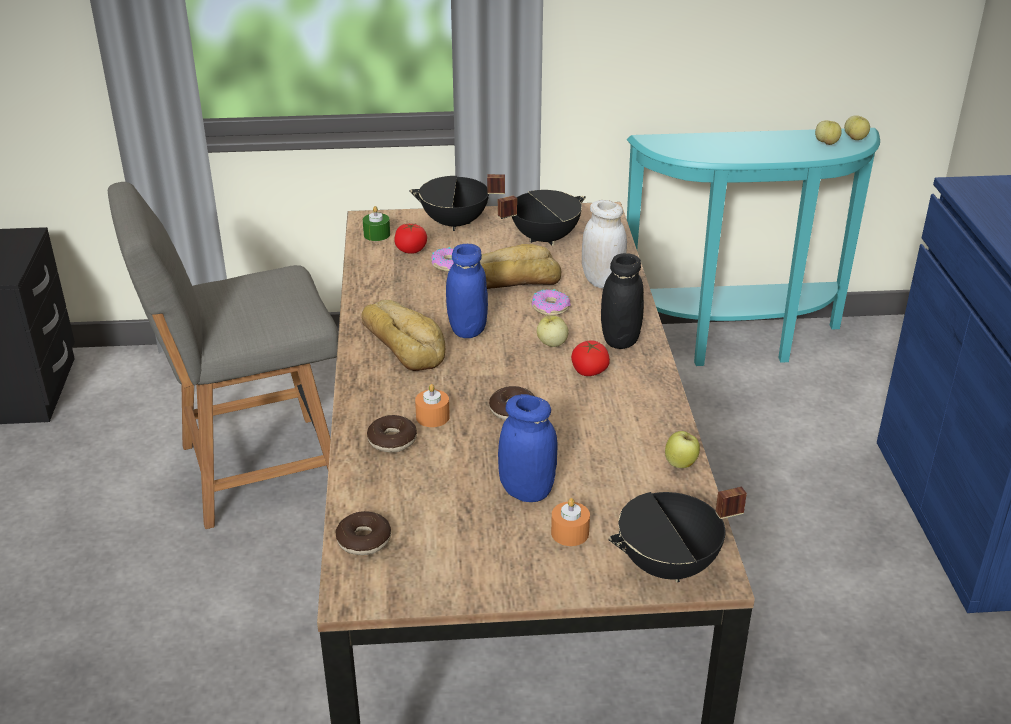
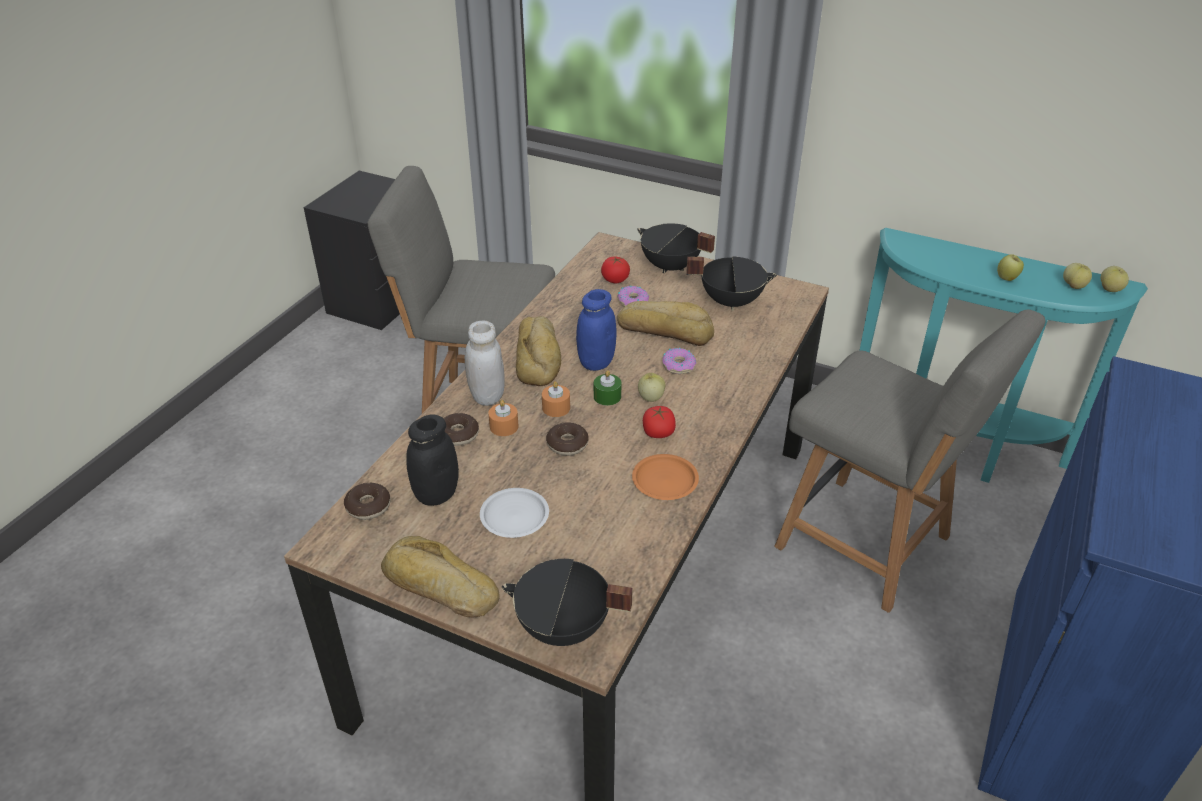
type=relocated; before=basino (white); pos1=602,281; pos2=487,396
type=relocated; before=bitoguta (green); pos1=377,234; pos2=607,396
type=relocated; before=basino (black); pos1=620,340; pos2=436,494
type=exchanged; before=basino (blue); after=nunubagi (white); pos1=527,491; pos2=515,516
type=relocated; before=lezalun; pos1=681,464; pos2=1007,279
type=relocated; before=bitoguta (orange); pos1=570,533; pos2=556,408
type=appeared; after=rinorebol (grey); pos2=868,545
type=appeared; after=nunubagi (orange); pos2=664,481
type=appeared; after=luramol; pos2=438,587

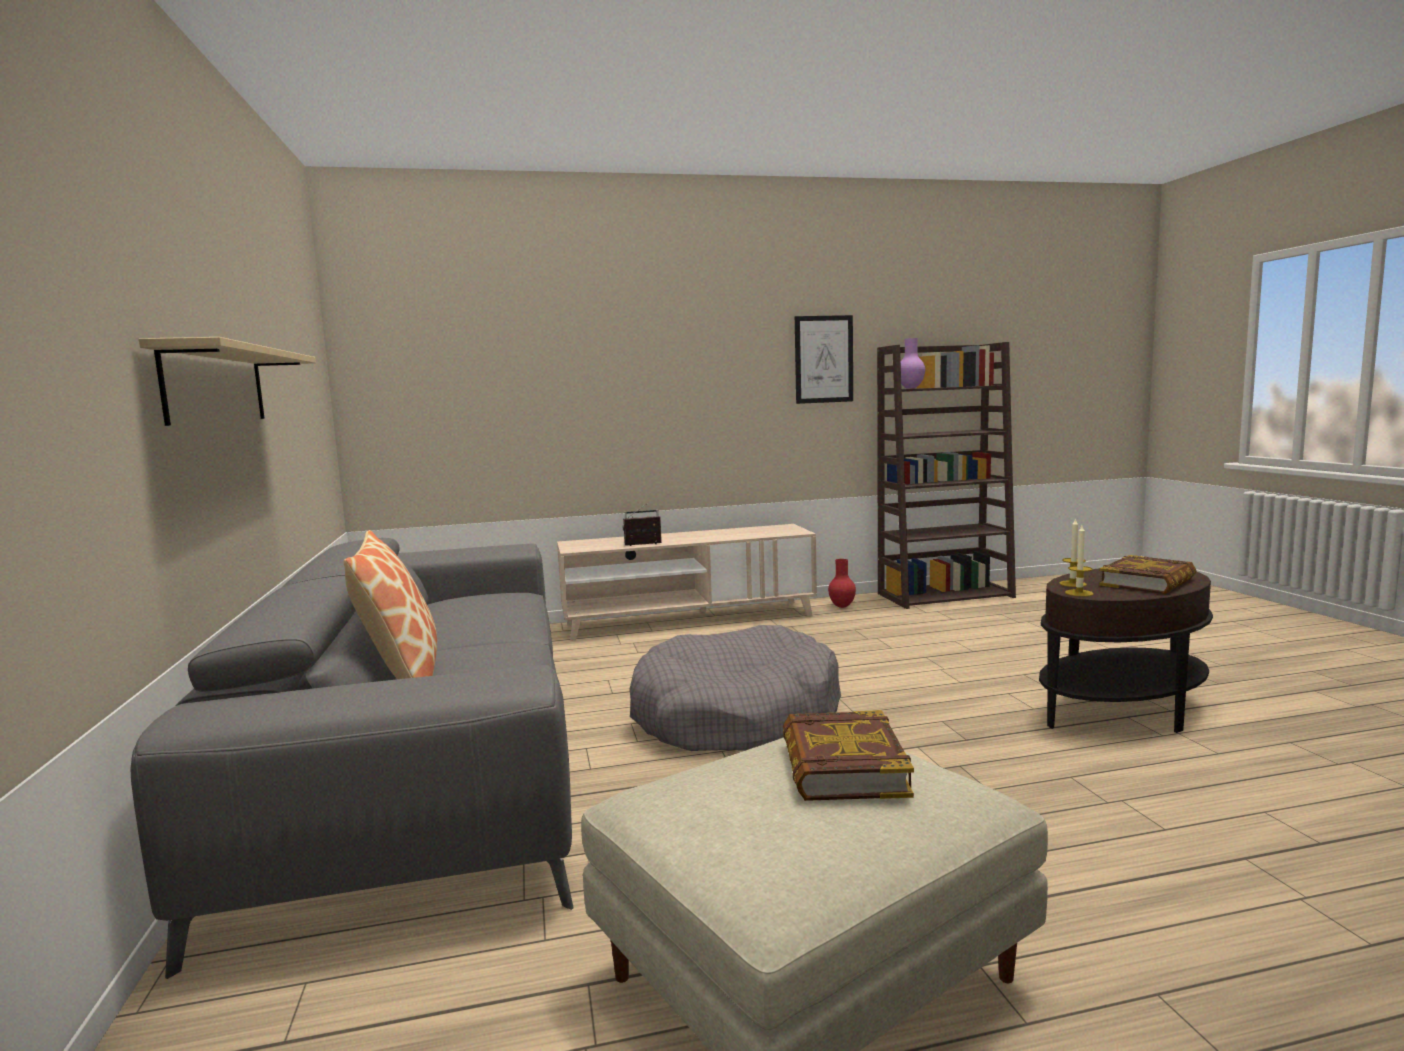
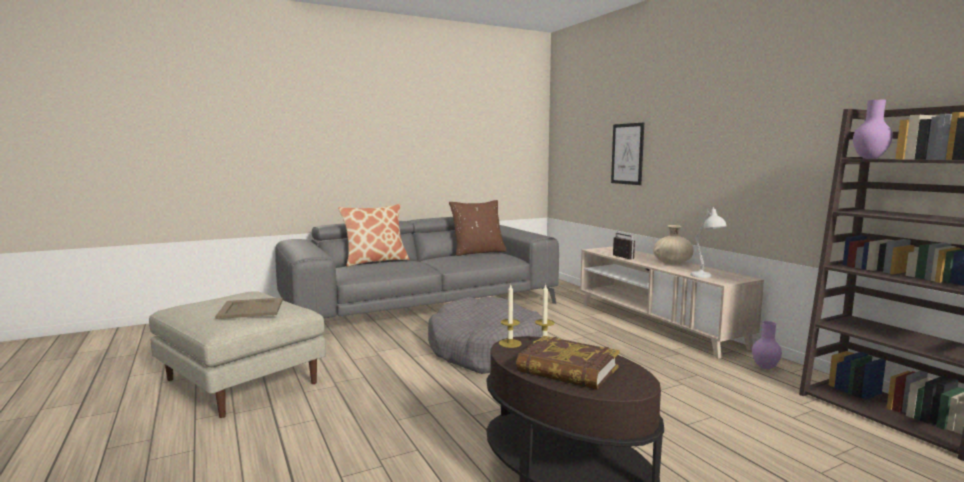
type=relocated; before=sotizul; pos1=824,359; pos2=627,154
type=missing; before=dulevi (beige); pos1=216,386
type=colour; before=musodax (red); after=musodax (purple); pos1=841,606; pos2=764,367
type=exchanged; before=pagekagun; after=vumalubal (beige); pos1=842,766; pos2=251,308
type=appeared; after=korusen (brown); pos2=478,252
type=appeared; after=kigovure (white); pos2=705,277
type=appeared; after=musodax (beige); pos2=672,263

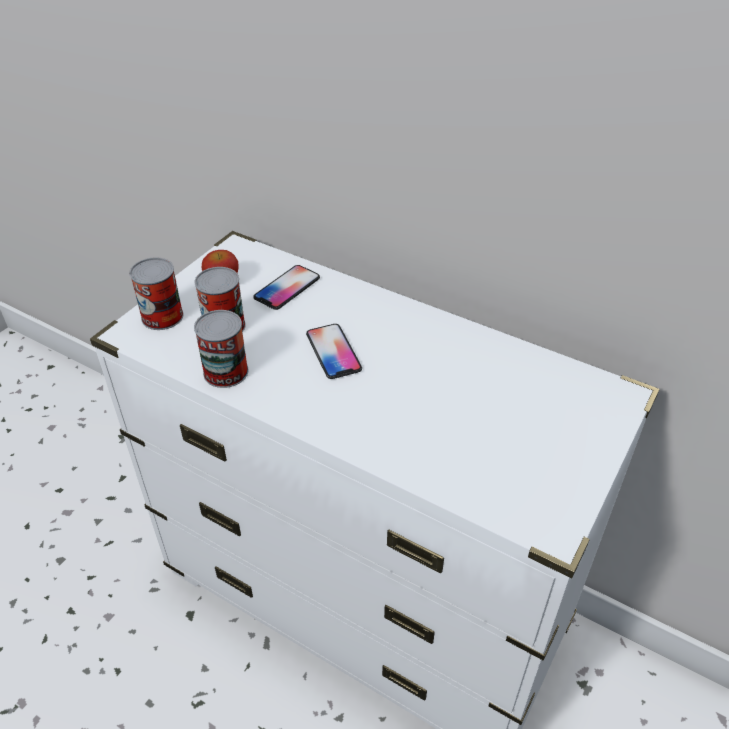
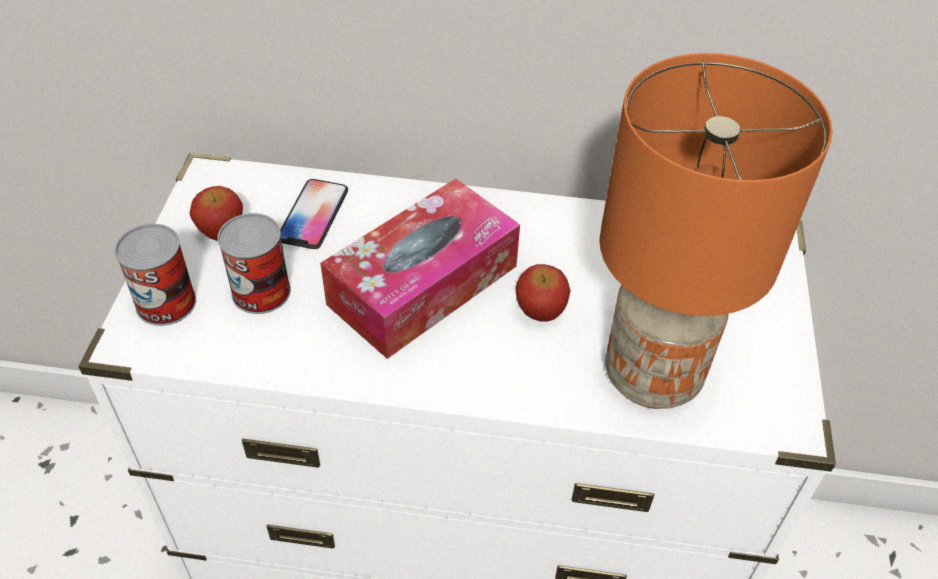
type=missing; before=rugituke; pos1=226,372
type=exchanged; before=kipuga; after=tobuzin; pos1=333,352; pos2=423,285
type=appeared; after=kigovure (orange); pos2=654,375
type=appeared; after=lezalun; pos2=540,310

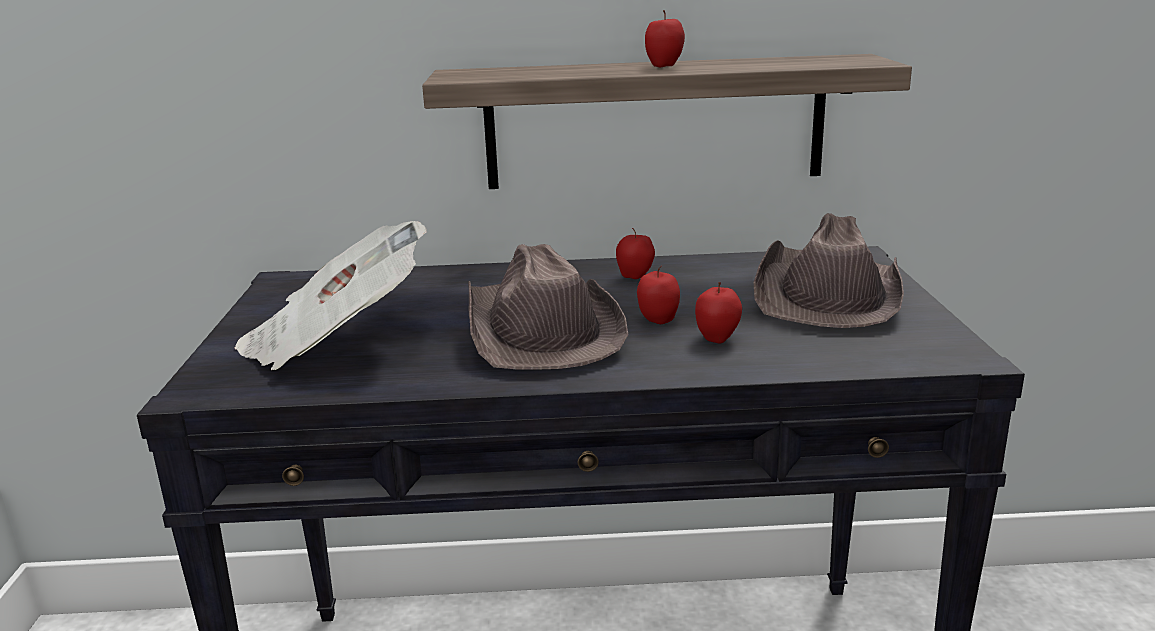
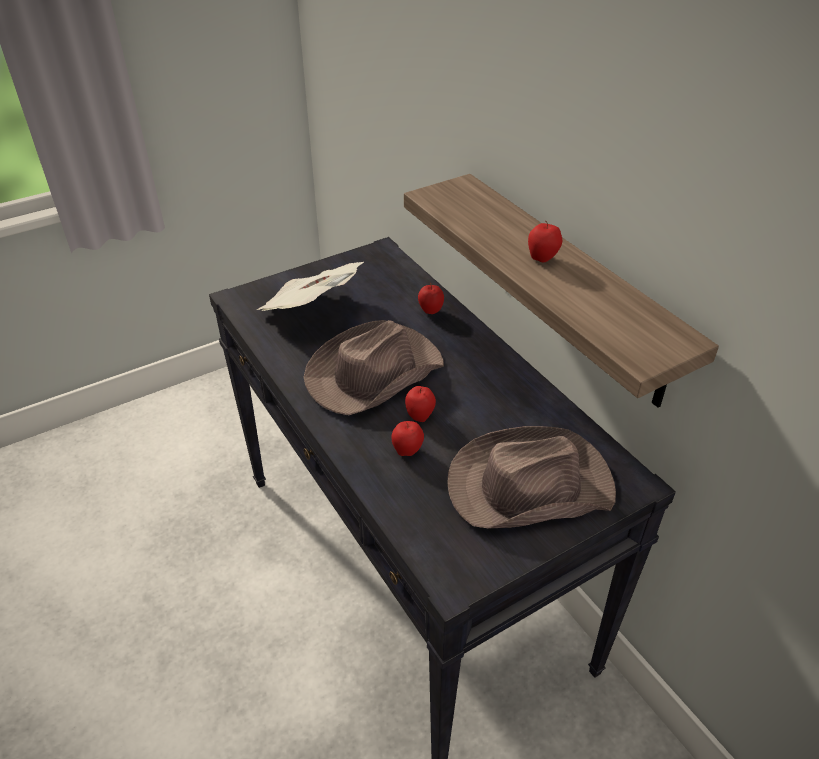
type=relocated; before=lezalun; pos1=635,277; pos2=430,311

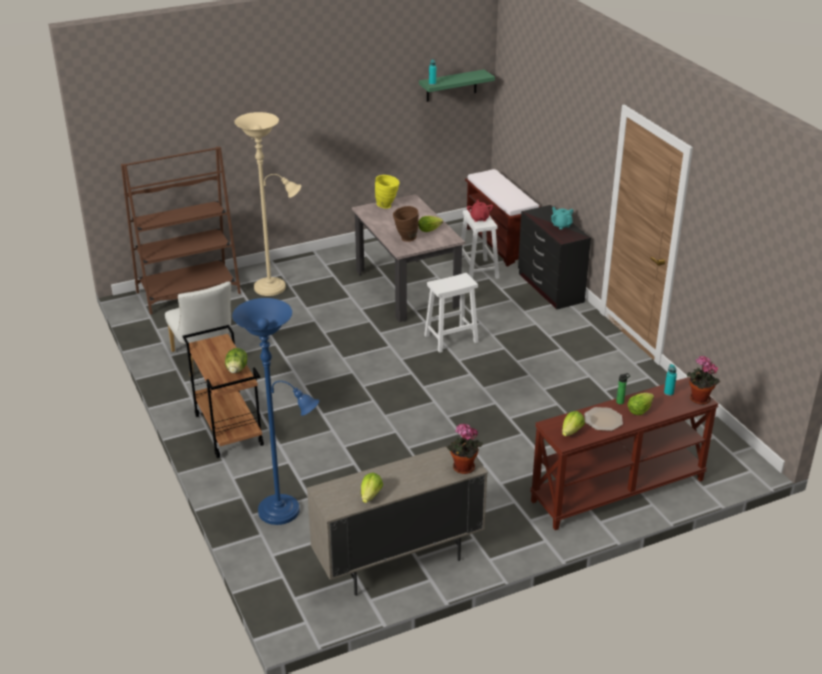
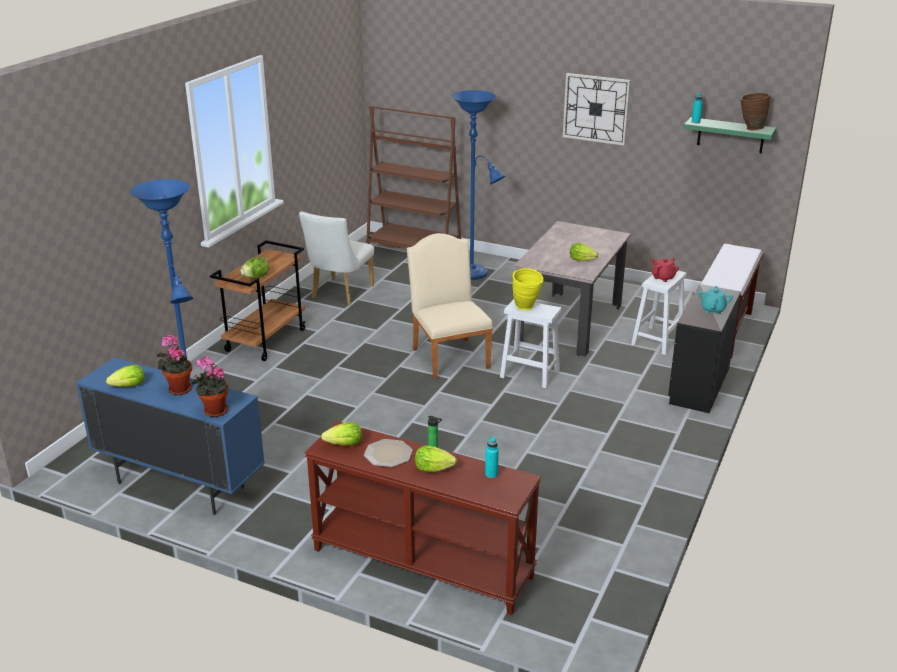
type=colour; before=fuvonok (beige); after=fuvonok (blue); pos1=274,287; pos2=475,274
type=relocated; before=musodax (yellow); pos1=387,206; pos2=526,308
type=relocated; before=musodax (brown); pos1=405,239; pos2=750,128
type=relocated; before=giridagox; pos1=698,399; pos2=178,389
type=colour; before=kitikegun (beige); after=kitikegun (blue); pos1=398,563; pos2=180,485
type=appeared; after=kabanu; pos2=596,108
type=appeared; after=rinorebol (beige); pos2=449,355

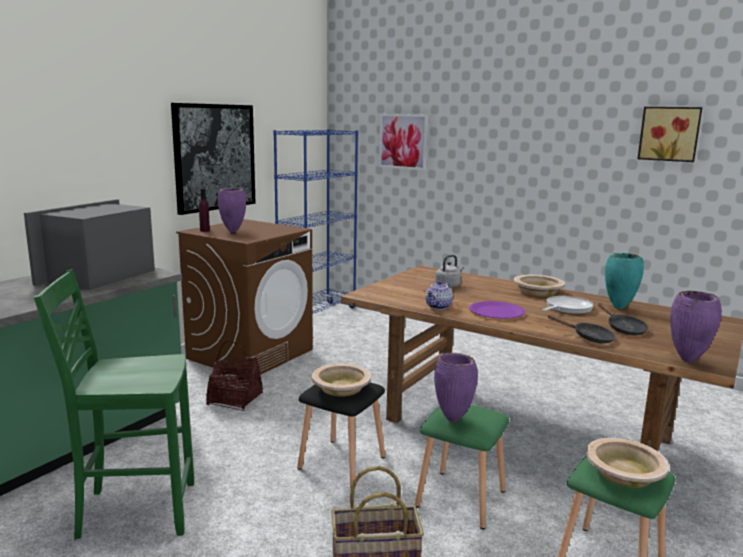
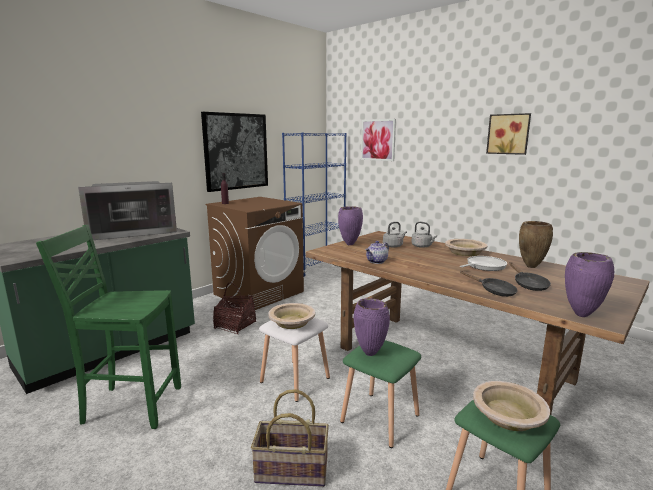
type=relocated; before=sotizul; pos1=669,134; pos2=508,134
type=relocated; before=musodax (purple); pos1=232,231; pos2=349,244
type=spun; before=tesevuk; pos1=101,275; pos2=133,232; turn=-150
type=colour; before=musodax (turquoise); after=musodax (brown); pos1=618,307; pos2=530,267
type=missing; before=nunubagi (purple); pos1=496,312
type=colour; before=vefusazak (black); after=vefusazak (white); pos1=340,462; pos2=294,380
type=appeared; after=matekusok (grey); pos2=422,246

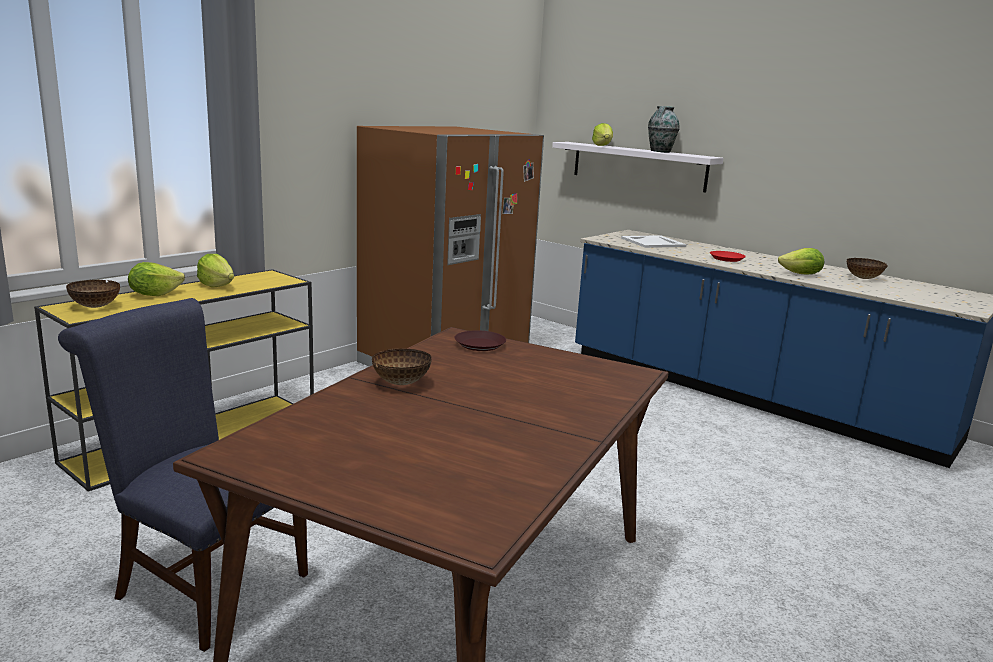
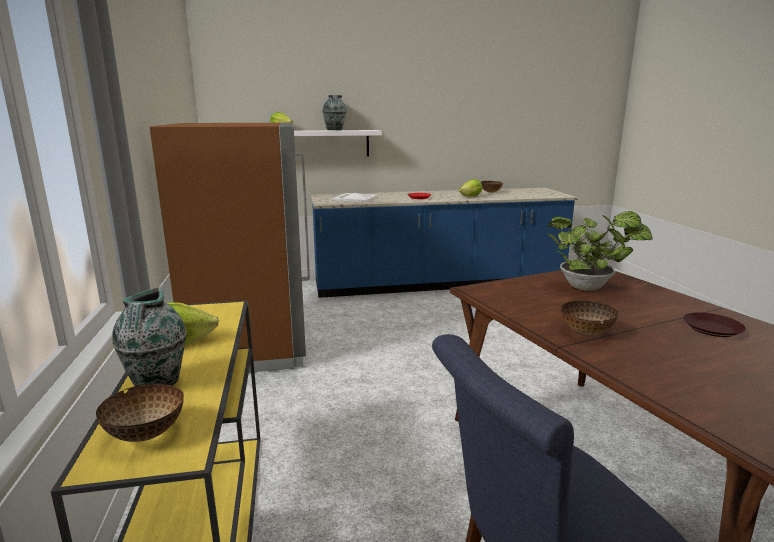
type=exchanged; before=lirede; after=musodax; pos1=154,294; pos2=156,383
type=relocated; before=nunubagi (brown); pos1=480,345; pos2=712,329
type=appeared; after=giridagox; pos2=589,287

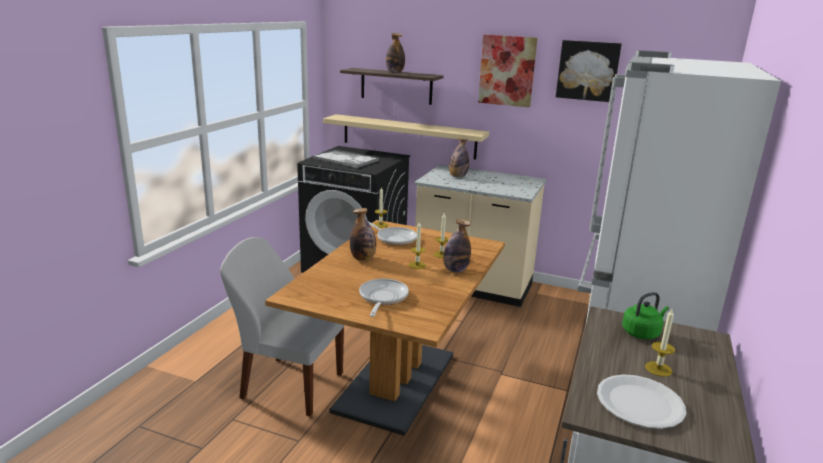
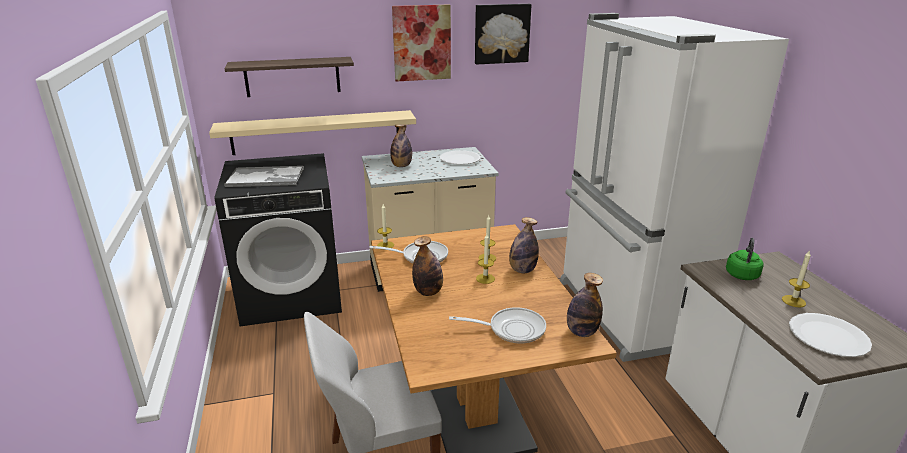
type=relocated; before=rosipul; pos1=395,72; pos2=581,332
type=spun; before=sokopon; pos1=382,298; pos2=511,329; turn=120
type=appeared; after=nunubagi (white); pos2=460,159

